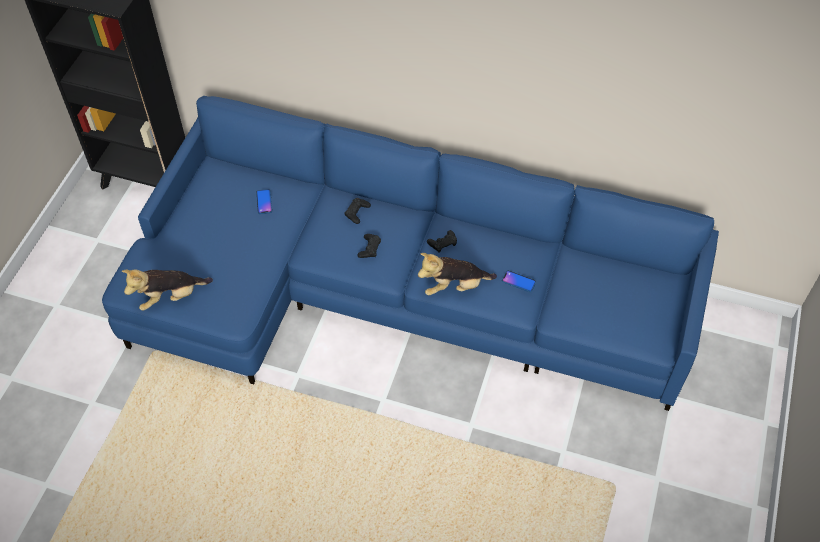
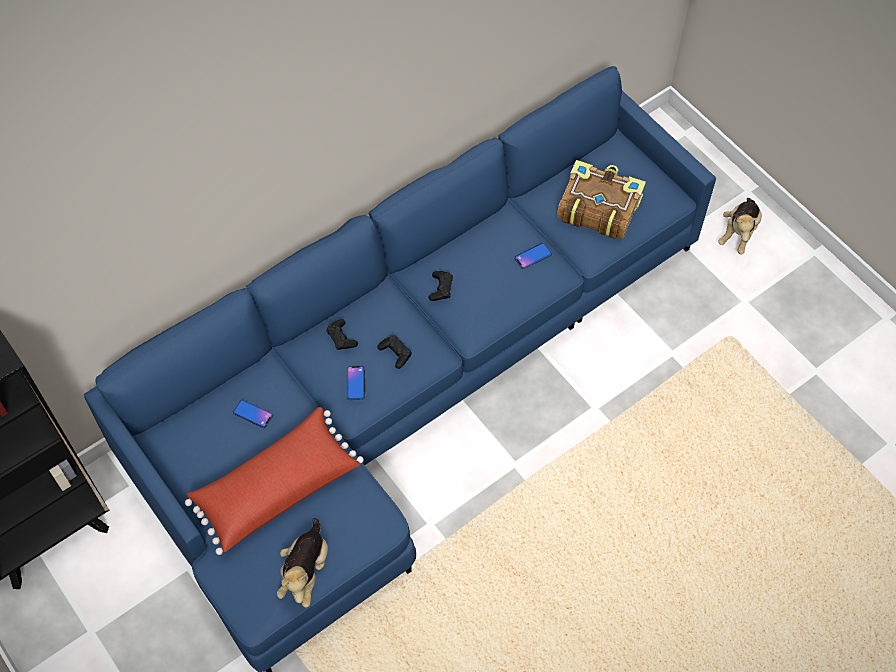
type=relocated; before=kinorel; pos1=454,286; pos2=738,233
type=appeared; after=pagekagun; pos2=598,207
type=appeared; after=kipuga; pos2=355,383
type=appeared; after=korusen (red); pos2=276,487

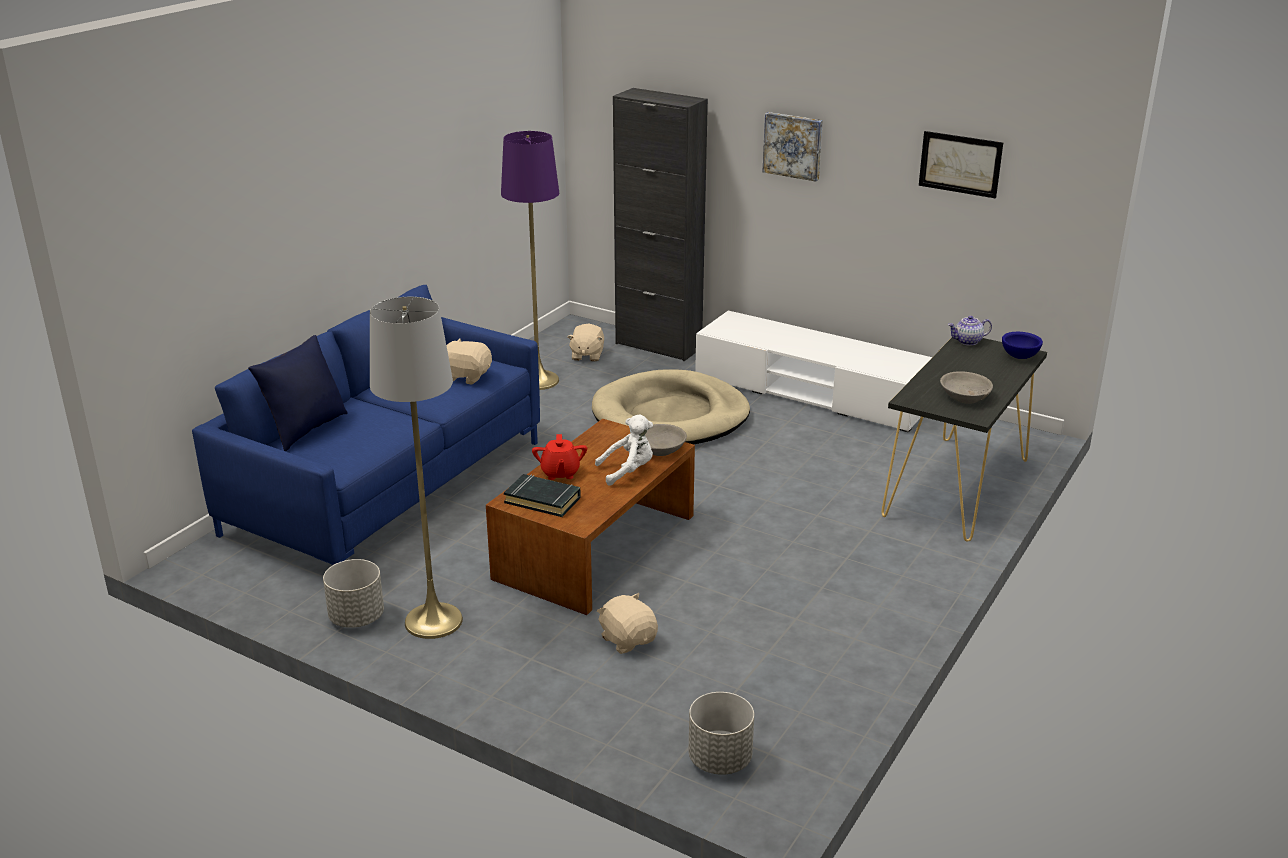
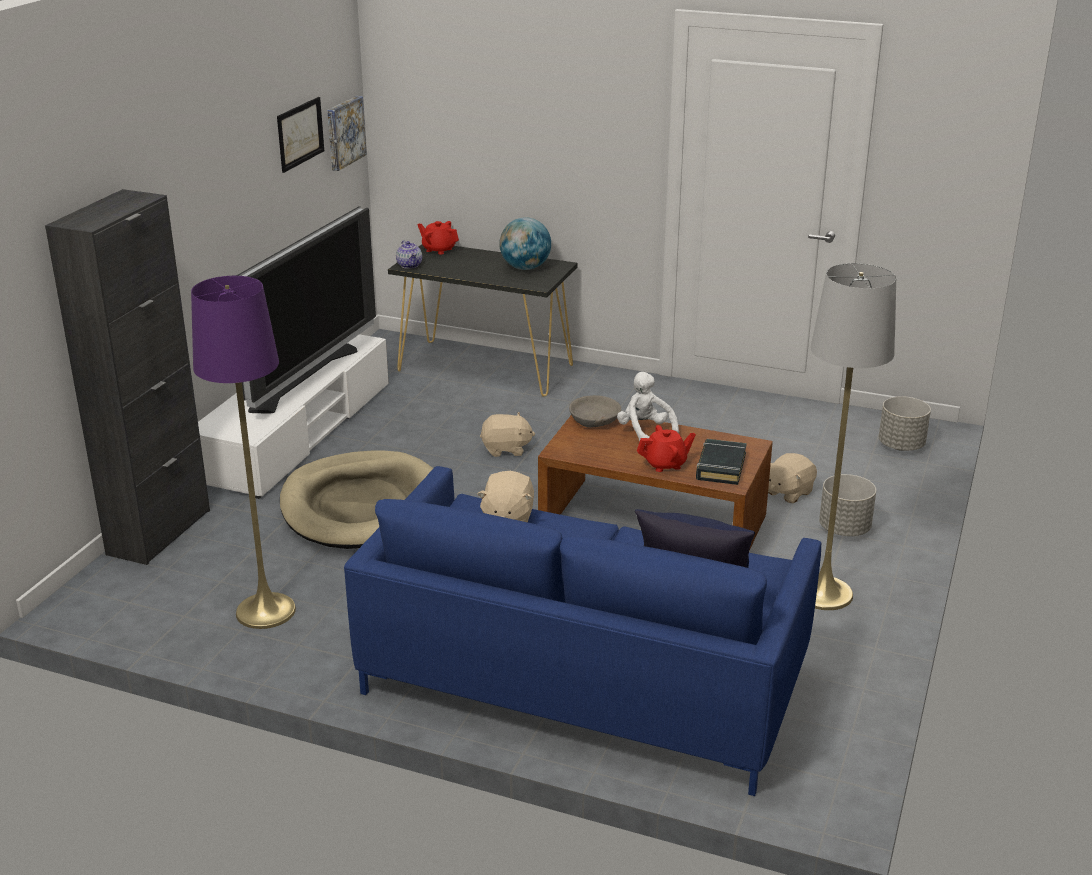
type=relocated; before=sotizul; pos1=793,145; pos2=344,132
type=relocated; before=kinorel (beige); pos1=586,355; pos2=506,449
type=exchanged; before=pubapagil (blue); after=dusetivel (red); pos1=1020,357; pos2=438,249
type=exchanged; before=pubapagil (grey); after=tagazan; pos1=964,396; pos2=525,268
type=relocated; before=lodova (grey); pos1=356,618; pos2=844,529
type=appeared; after=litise; pos2=305,378

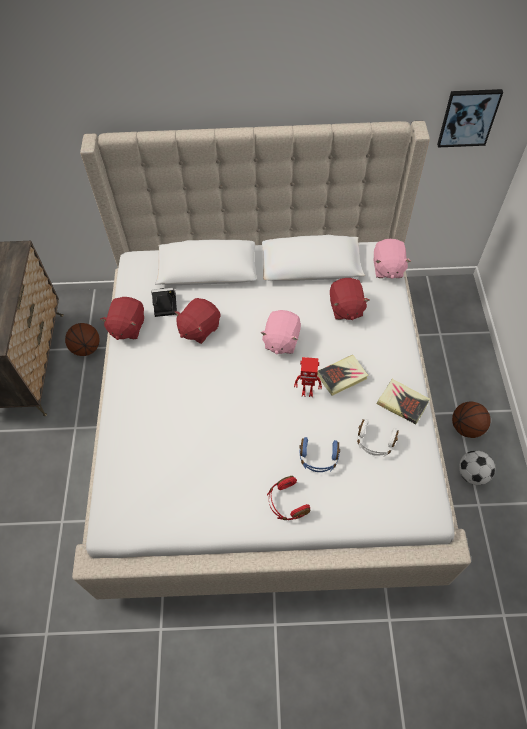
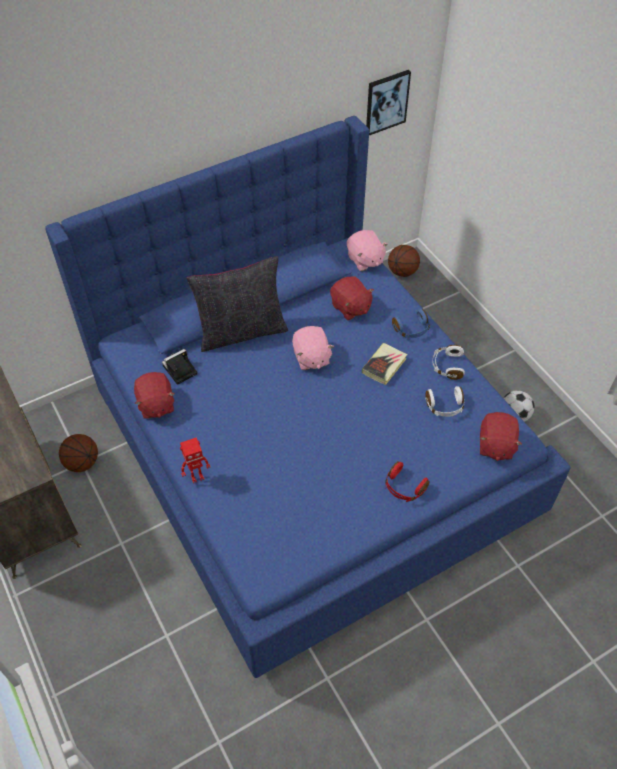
type=colour; before=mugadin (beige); after=mugadin (blue); pos1=266,419; pos2=309,449
type=relocated; before=kinorel (red); pos1=199,328; pos2=495,445
type=relocated; before=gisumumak; pos1=307,392; pos2=197,477
type=exchanged; before=pagekagun; after=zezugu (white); pos1=402,403; pos2=447,366
type=relocated; before=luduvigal; pos1=466,427; pos2=402,271
type=relocated; before=zezugu (blue); pos1=318,458; pos2=411,329
type=appeared; after=korusen (black); pos2=241,331

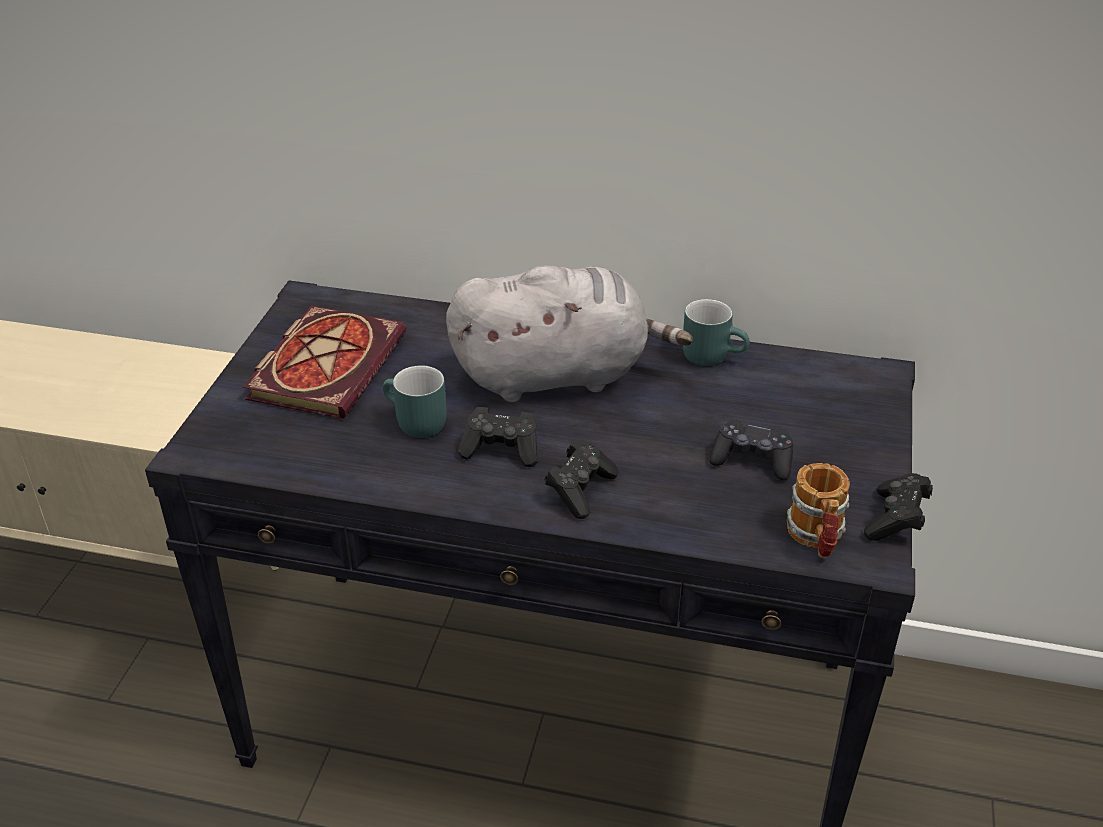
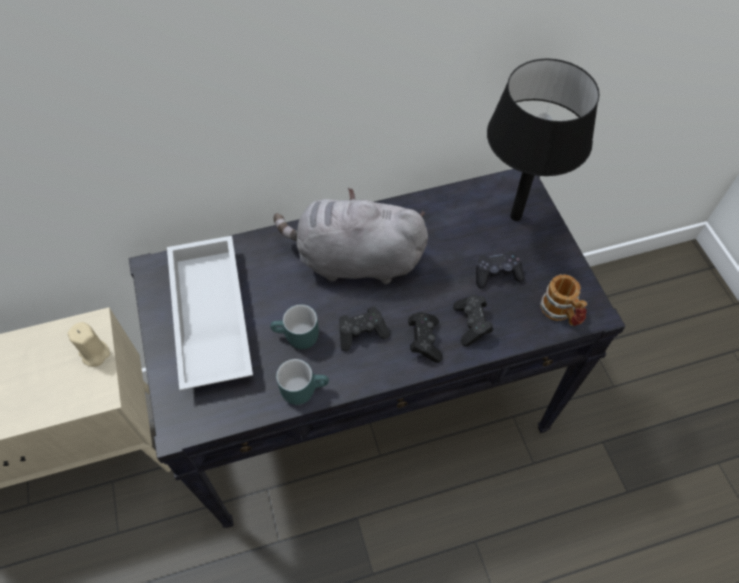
type=spun; before=kinorel (grey); pos1=558,375; pos2=354,260; turn=-135
type=relocated; before=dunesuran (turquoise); pos1=713,355; pos2=303,388
type=exchanged; before=pagekagun; after=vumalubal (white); pos1=326,364; pos2=209,317
type=relocated; before=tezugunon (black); pos1=895,520; pos2=471,324
type=appeared; after=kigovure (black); pos2=515,216
type=appeared; after=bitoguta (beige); pos2=94,353

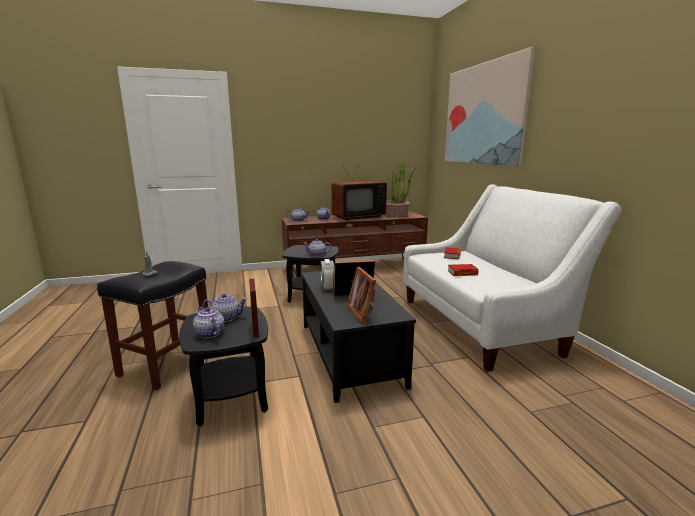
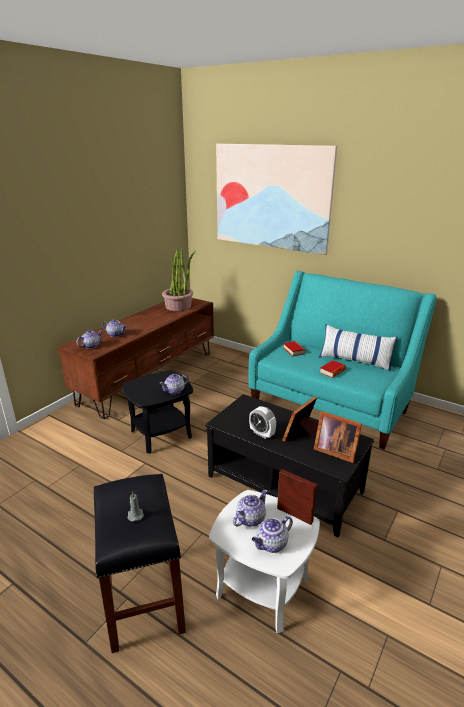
type=missing; before=litise; pos1=356,217
type=colour; before=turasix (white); after=turasix (turquoise); pos1=483,324; pos2=331,403
type=colour; before=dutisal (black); after=dutisal (white); pos1=231,397; pos2=262,588
type=spun; before=dusetivel; pos1=209,333; pos2=271,544; turn=-45
type=appeared; after=korusen; pos2=355,361

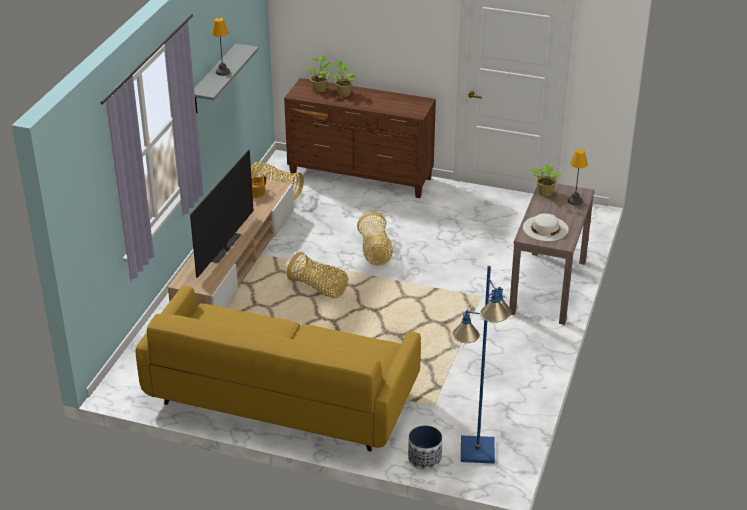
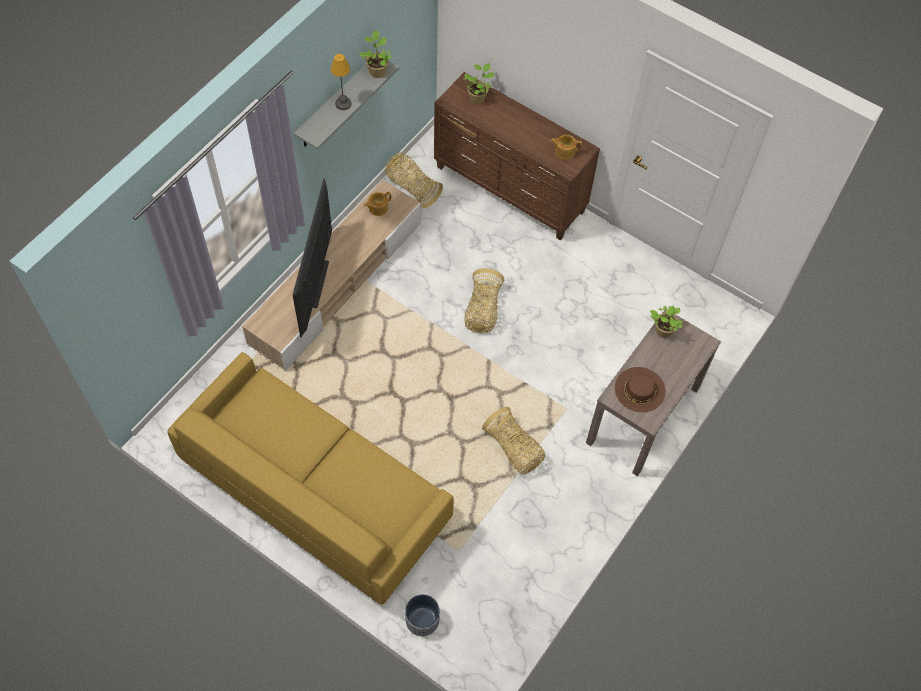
type=relocated; before=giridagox; pos1=343,93; pos2=377,71
type=missing; before=kigovure; pos1=574,201
type=spun; before=litise; pos1=225,248; pos2=317,284; turn=150
type=colour; before=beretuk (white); after=beretuk (brown); pos1=545,228; pos2=640,389
type=relocated; before=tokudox; pos1=319,288; pos2=514,449
type=missing; before=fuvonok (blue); pos1=477,451
type=appeared; after=dusetivel; pos2=564,151

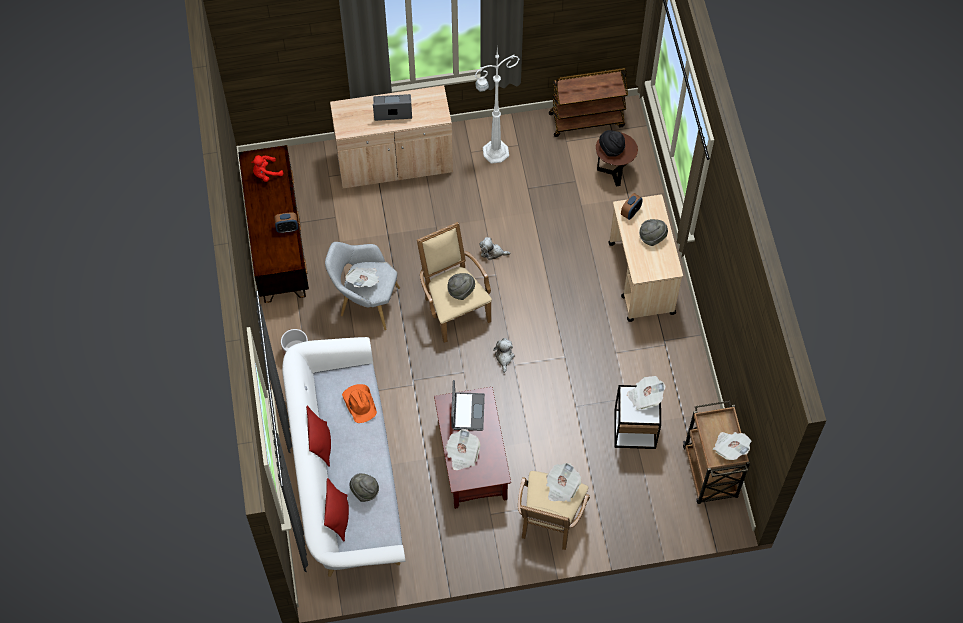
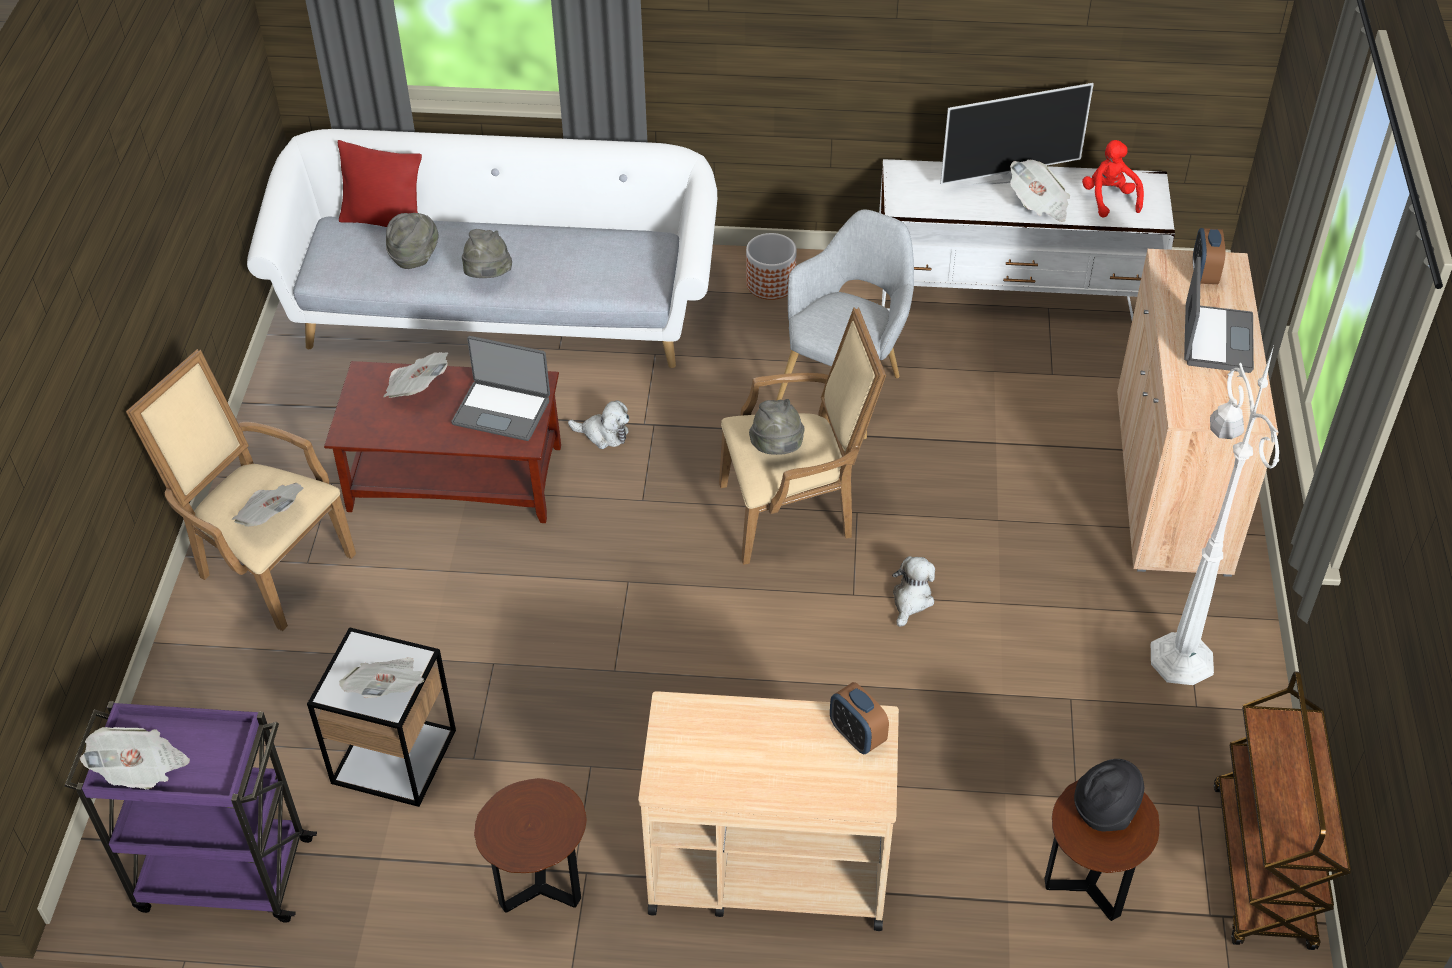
type=colour; before=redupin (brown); after=redupin (white); pos1=278,241; pos2=1012,292
type=relocated; before=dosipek; pos1=287,228; pos2=1204,275
type=relocated; before=beretuk (grey); pos1=652,237; pos2=487,277
type=relocated; before=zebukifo; pos1=364,281; pos2=1038,205
type=relocated; before=kinorel; pos1=504,357; pos2=603,434
type=missing; before=beretuk (orange); pos1=360,403
type=colour; before=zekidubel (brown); after=zekidubel (purple); pos1=710,473; pos2=221,874
type=missing; before=korusen (red); pos1=321,445
type=appeared; after=litise; pos2=1007,178
type=appeared; after=dutisal (brown); pos2=540,888

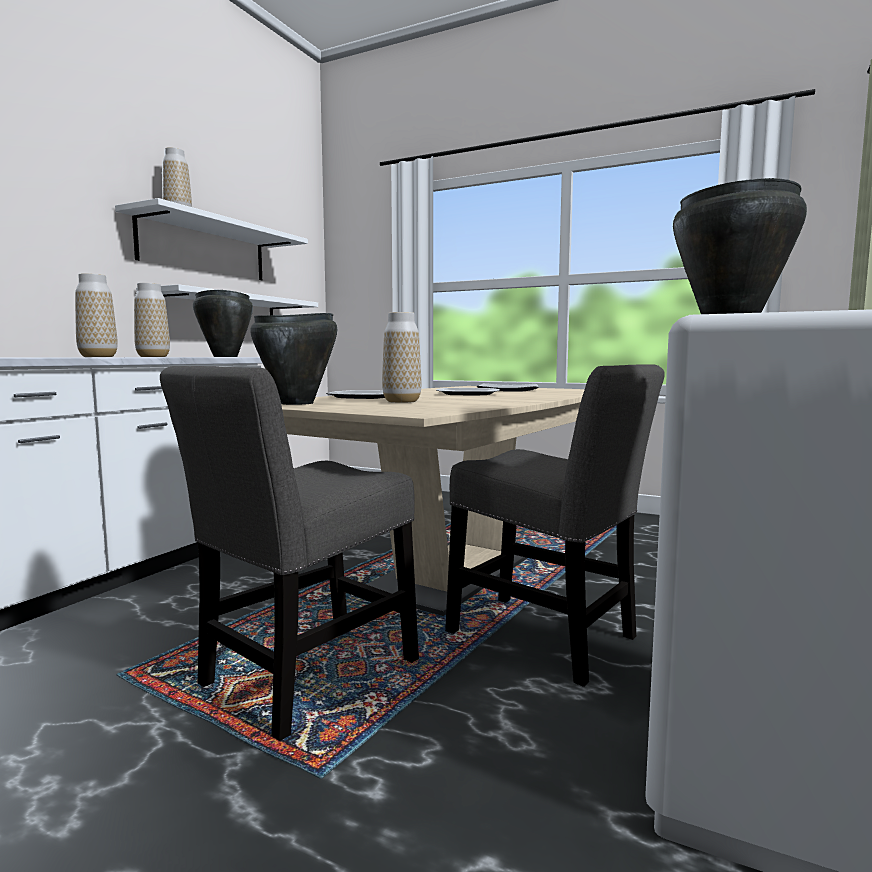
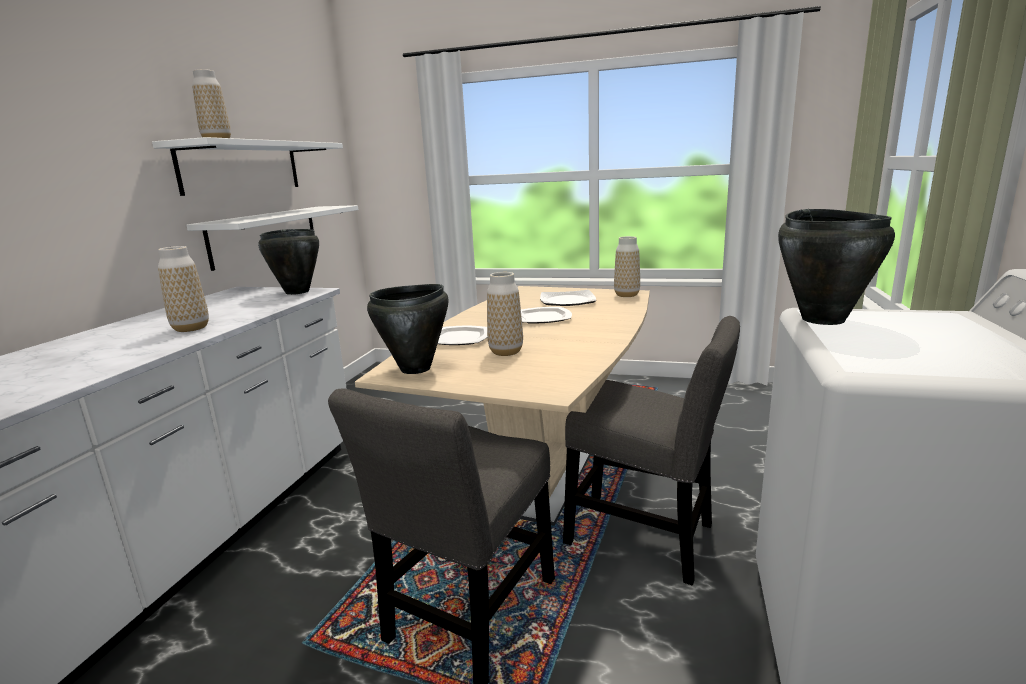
type=relocated; before=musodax; pos1=153,356; pos2=626,295

